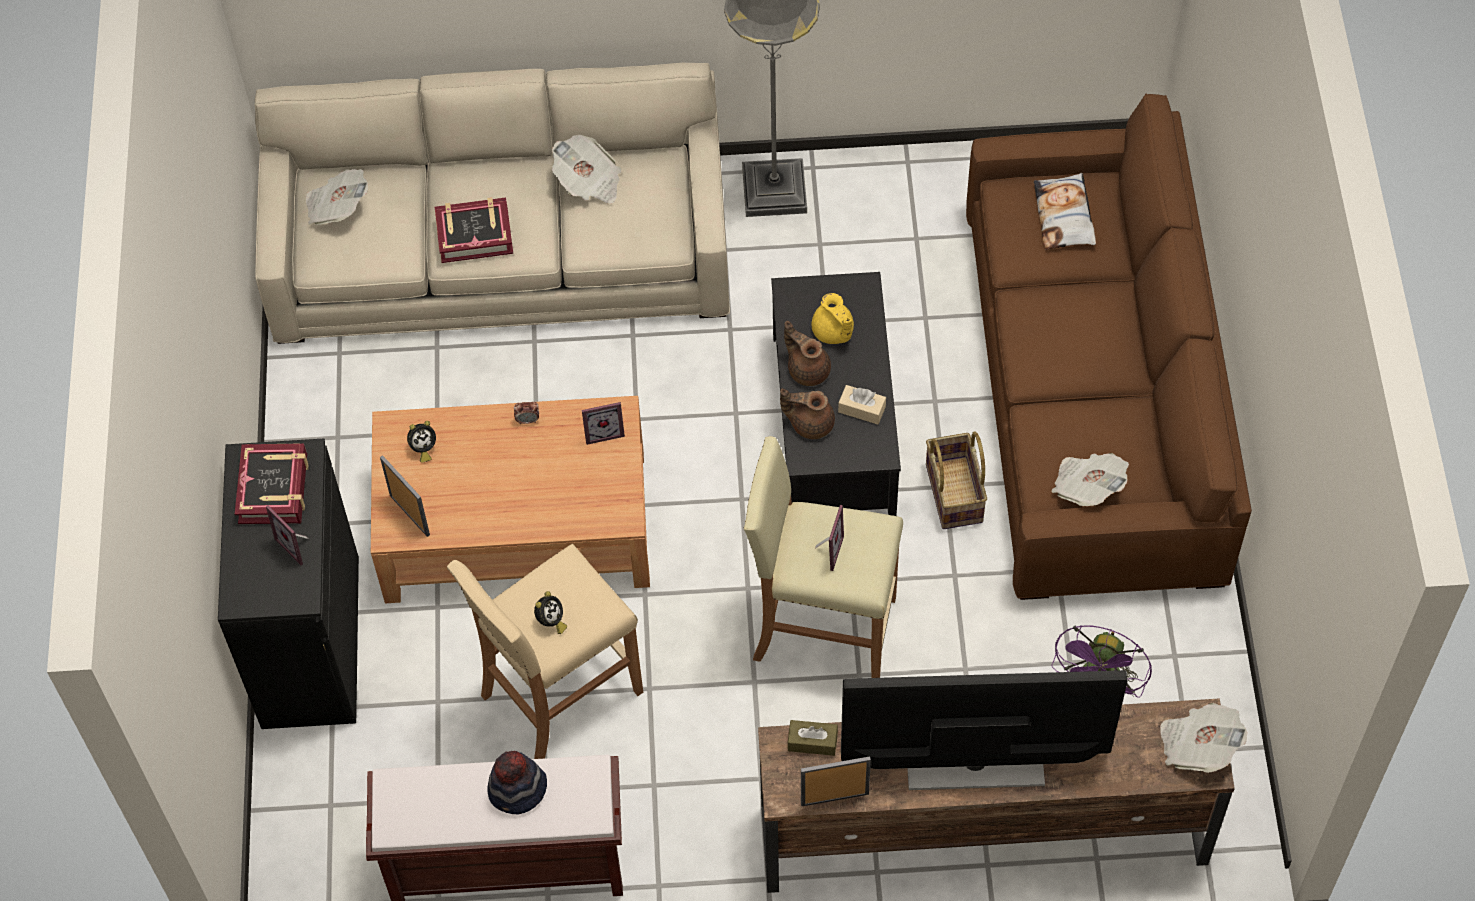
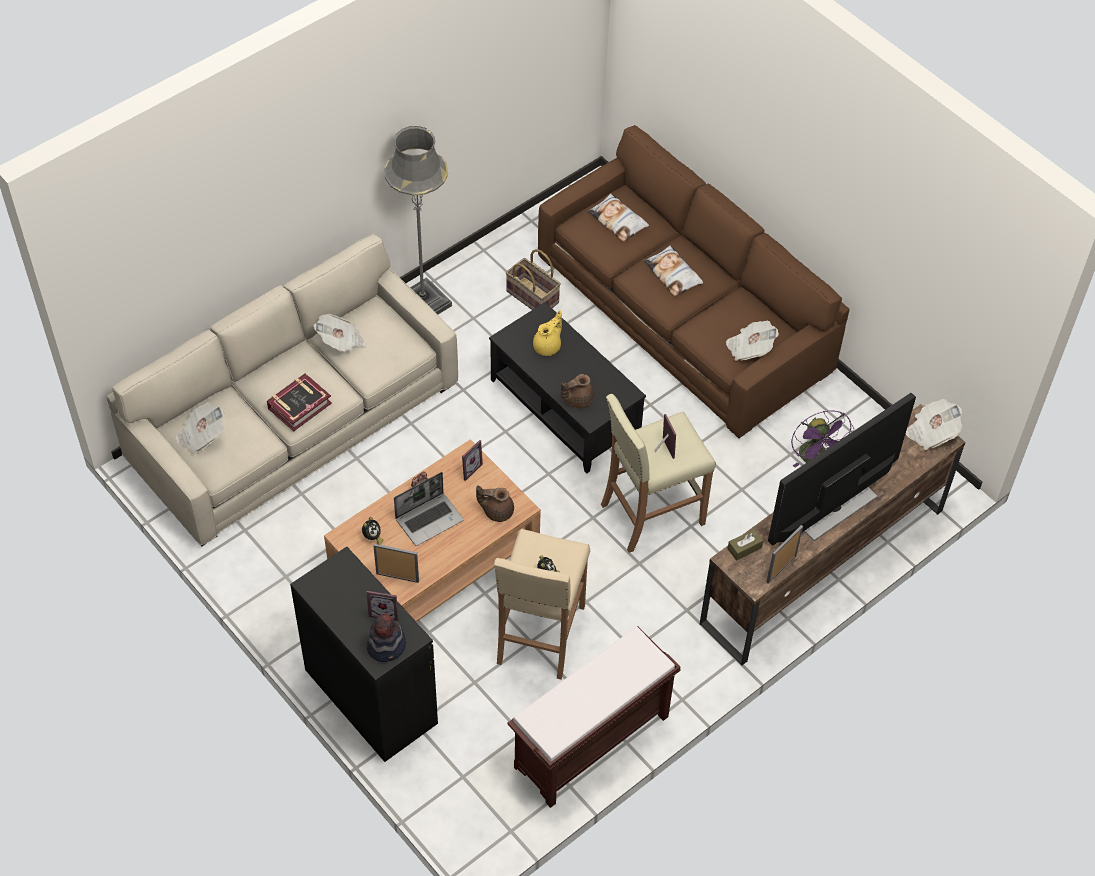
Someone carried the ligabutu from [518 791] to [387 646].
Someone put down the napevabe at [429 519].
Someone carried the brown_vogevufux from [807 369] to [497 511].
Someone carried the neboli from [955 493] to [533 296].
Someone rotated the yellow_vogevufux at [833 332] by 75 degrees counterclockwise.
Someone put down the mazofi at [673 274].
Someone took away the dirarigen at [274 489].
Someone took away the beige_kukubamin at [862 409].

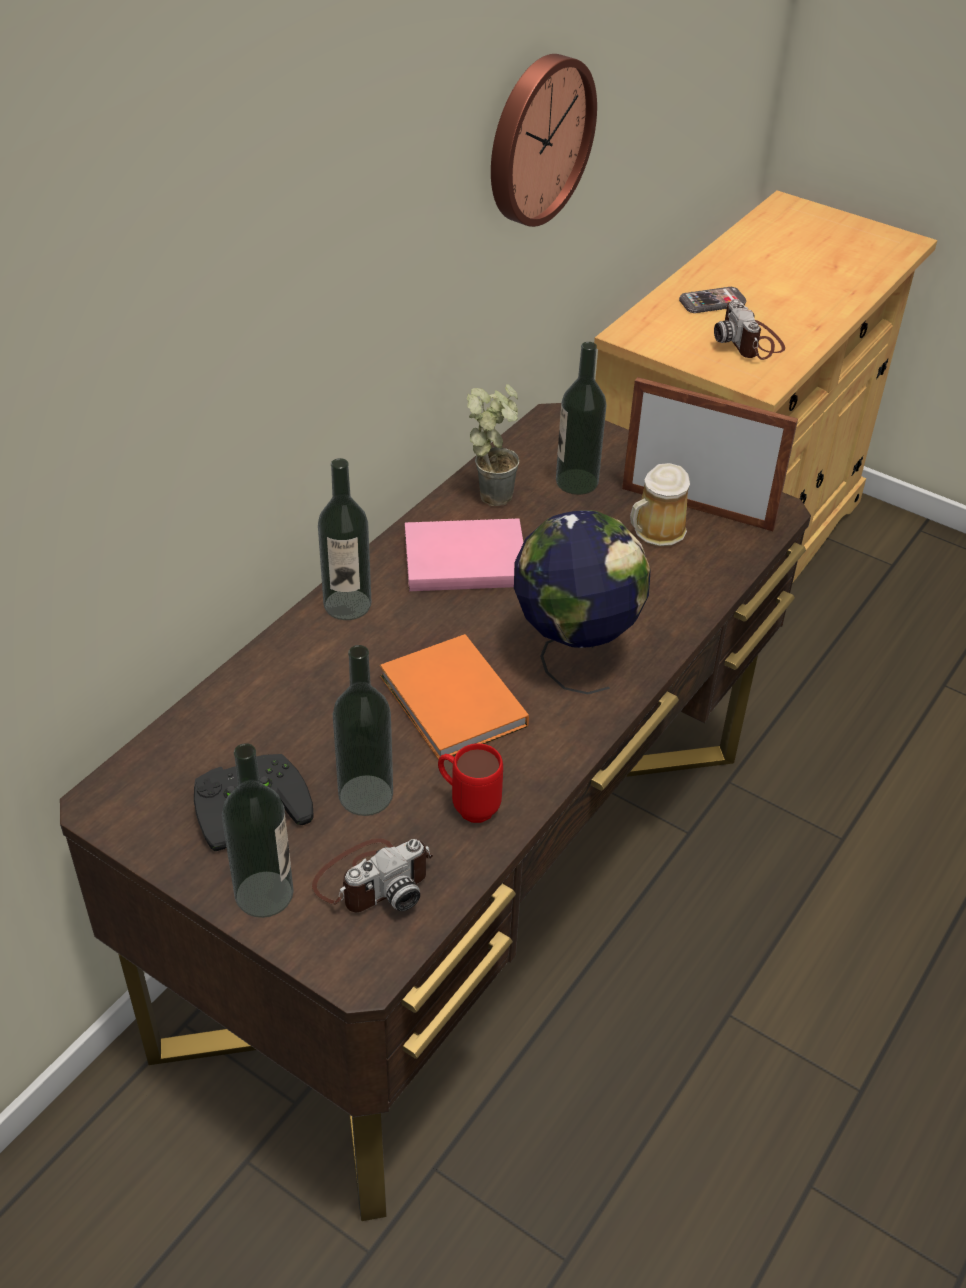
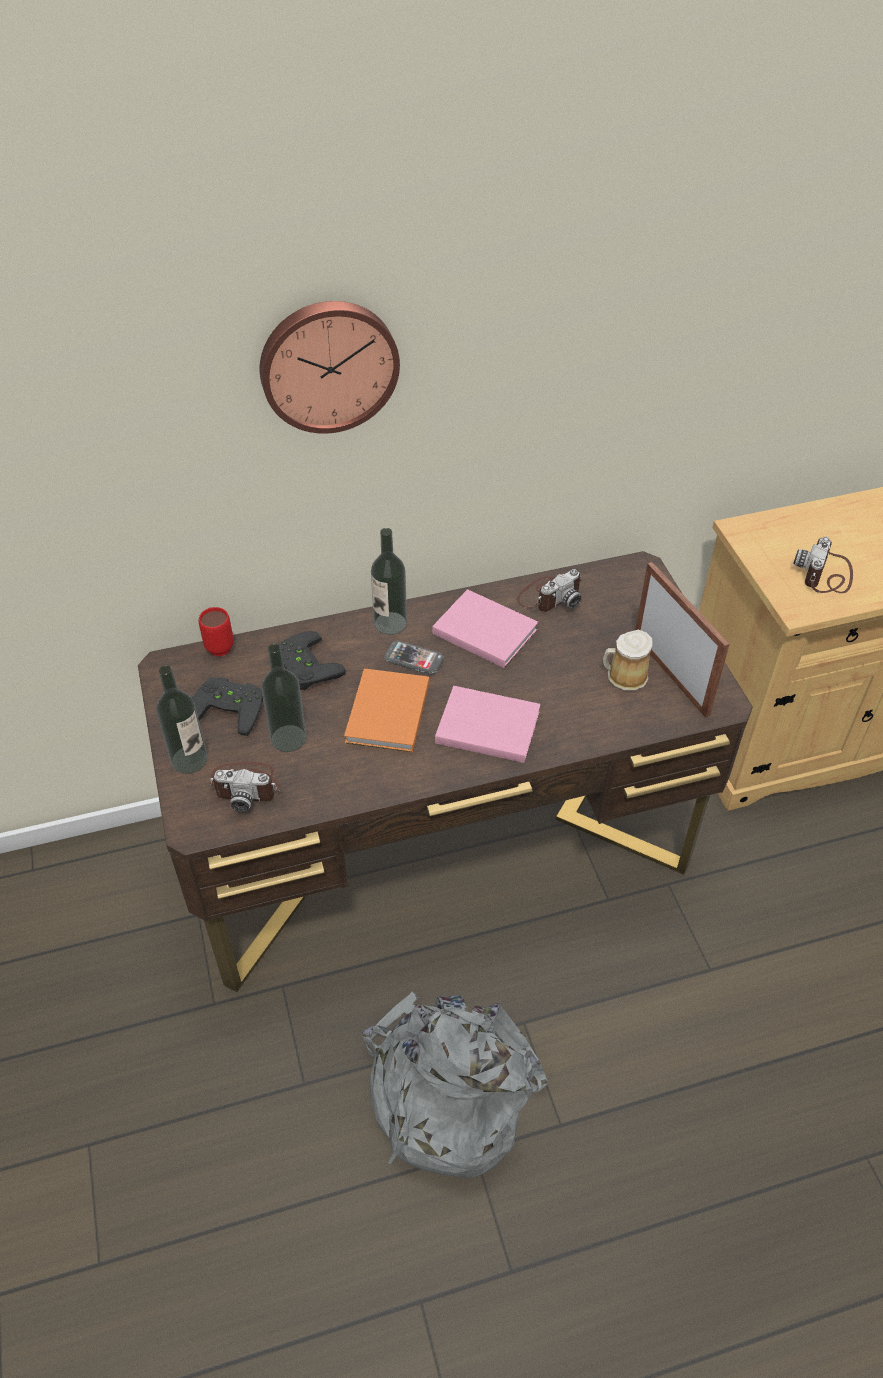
Someone carried the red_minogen from [467 805] to [218 644].
Someone carried the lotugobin from [536 139] to [328 364].
Someone put down the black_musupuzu at [303 667].
Someone put down the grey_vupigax at [446 1093].
Someone carried the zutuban from [712 302] to [414 659].
Someone swapped the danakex at [574 654] for the pink_dirarigen at [485 725].
Someone swapped the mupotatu at [493 491] for the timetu at [549 596].
Someone took away the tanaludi at [577 482].

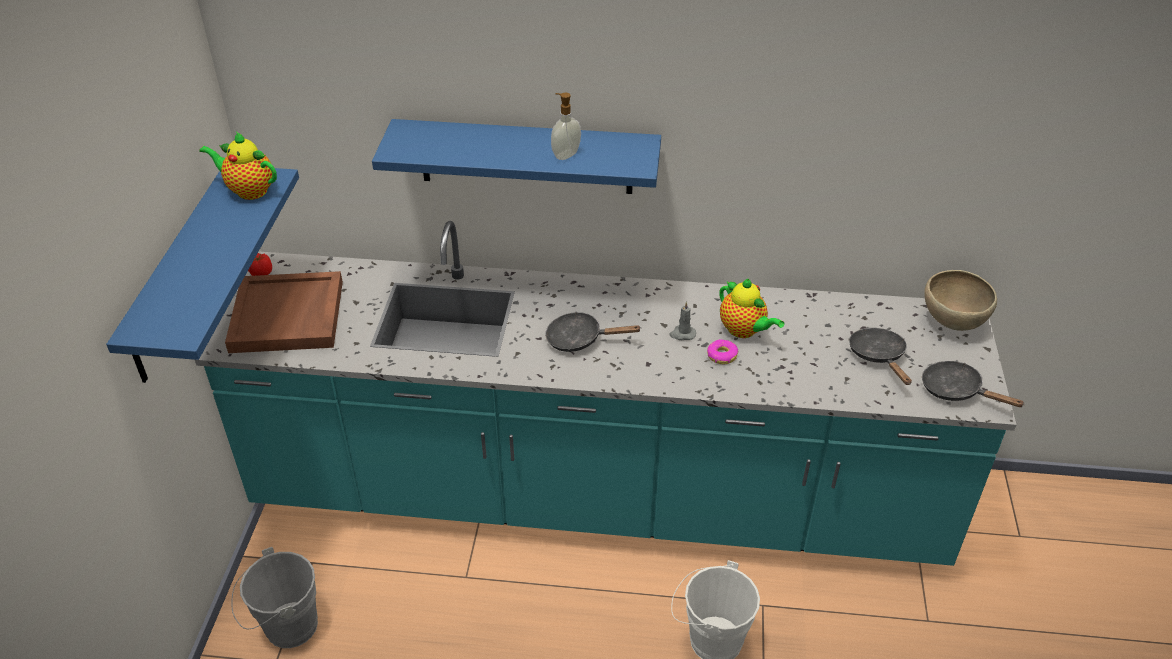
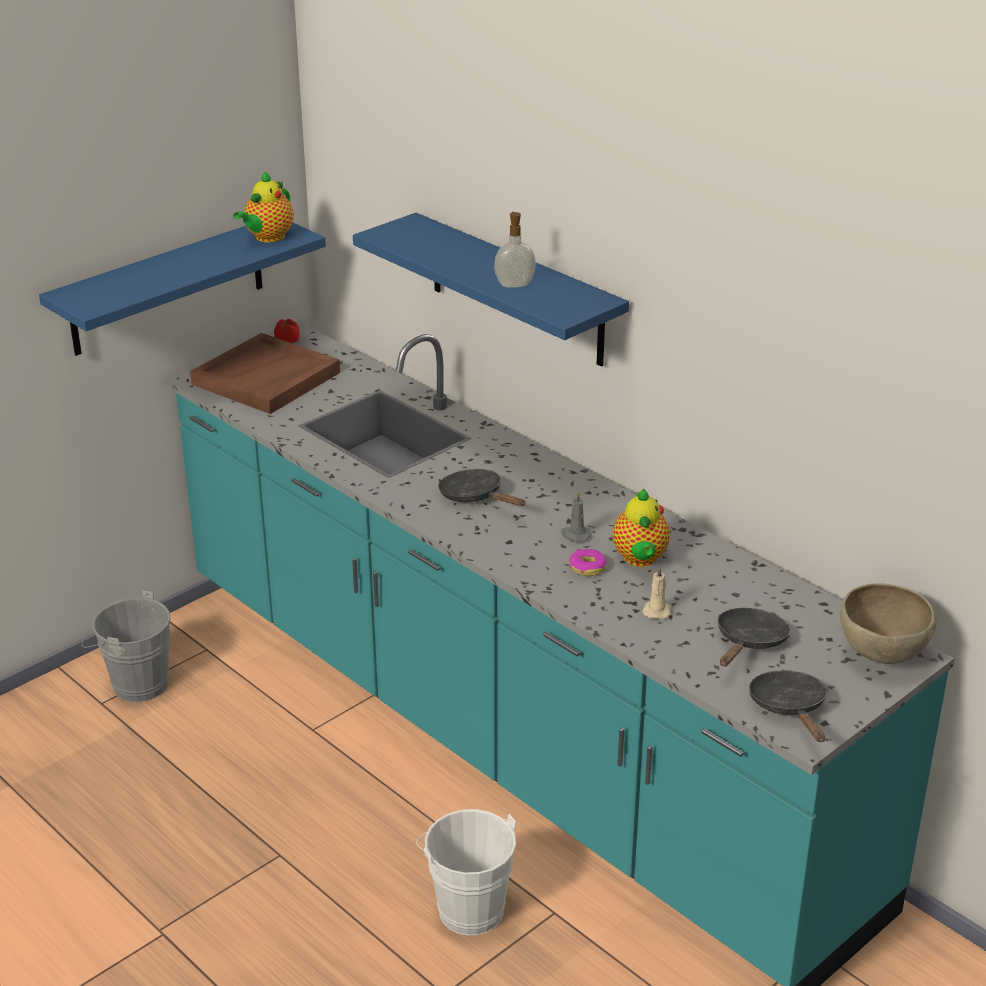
Someone rotated the vogevufux at [248 190] by 120 degrees counterclockwise.
Someone put down the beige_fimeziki at [657 610].

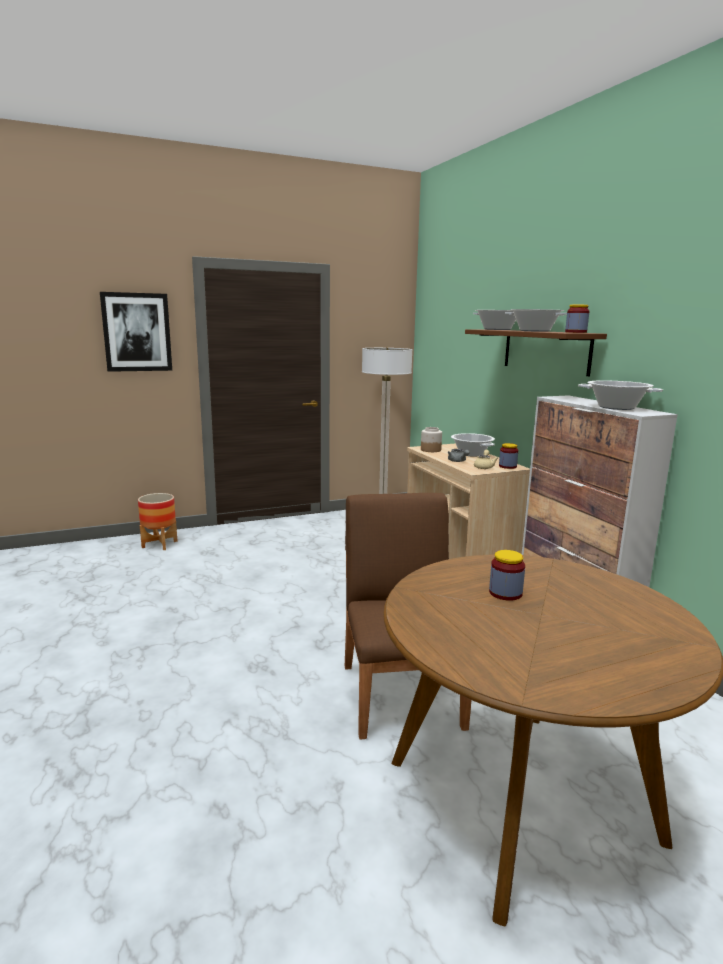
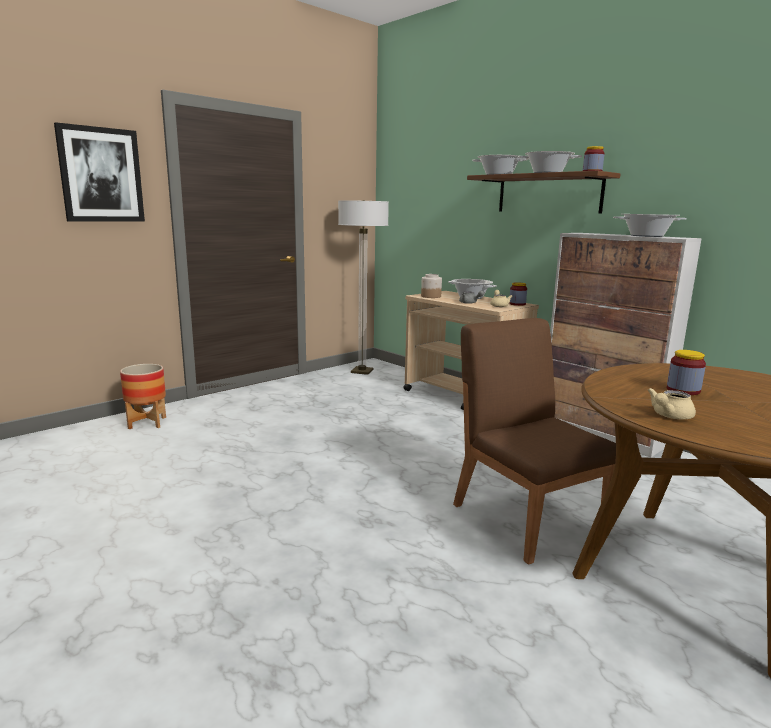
Someone put down the beige_vogevufux at [669 416].

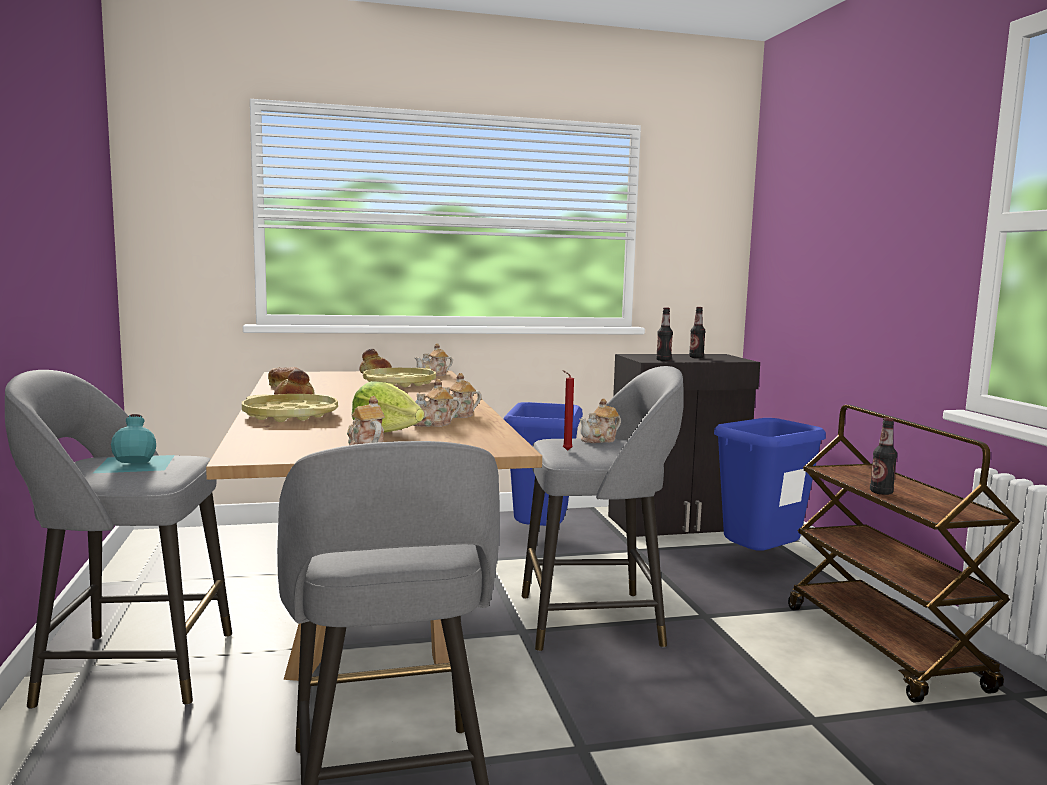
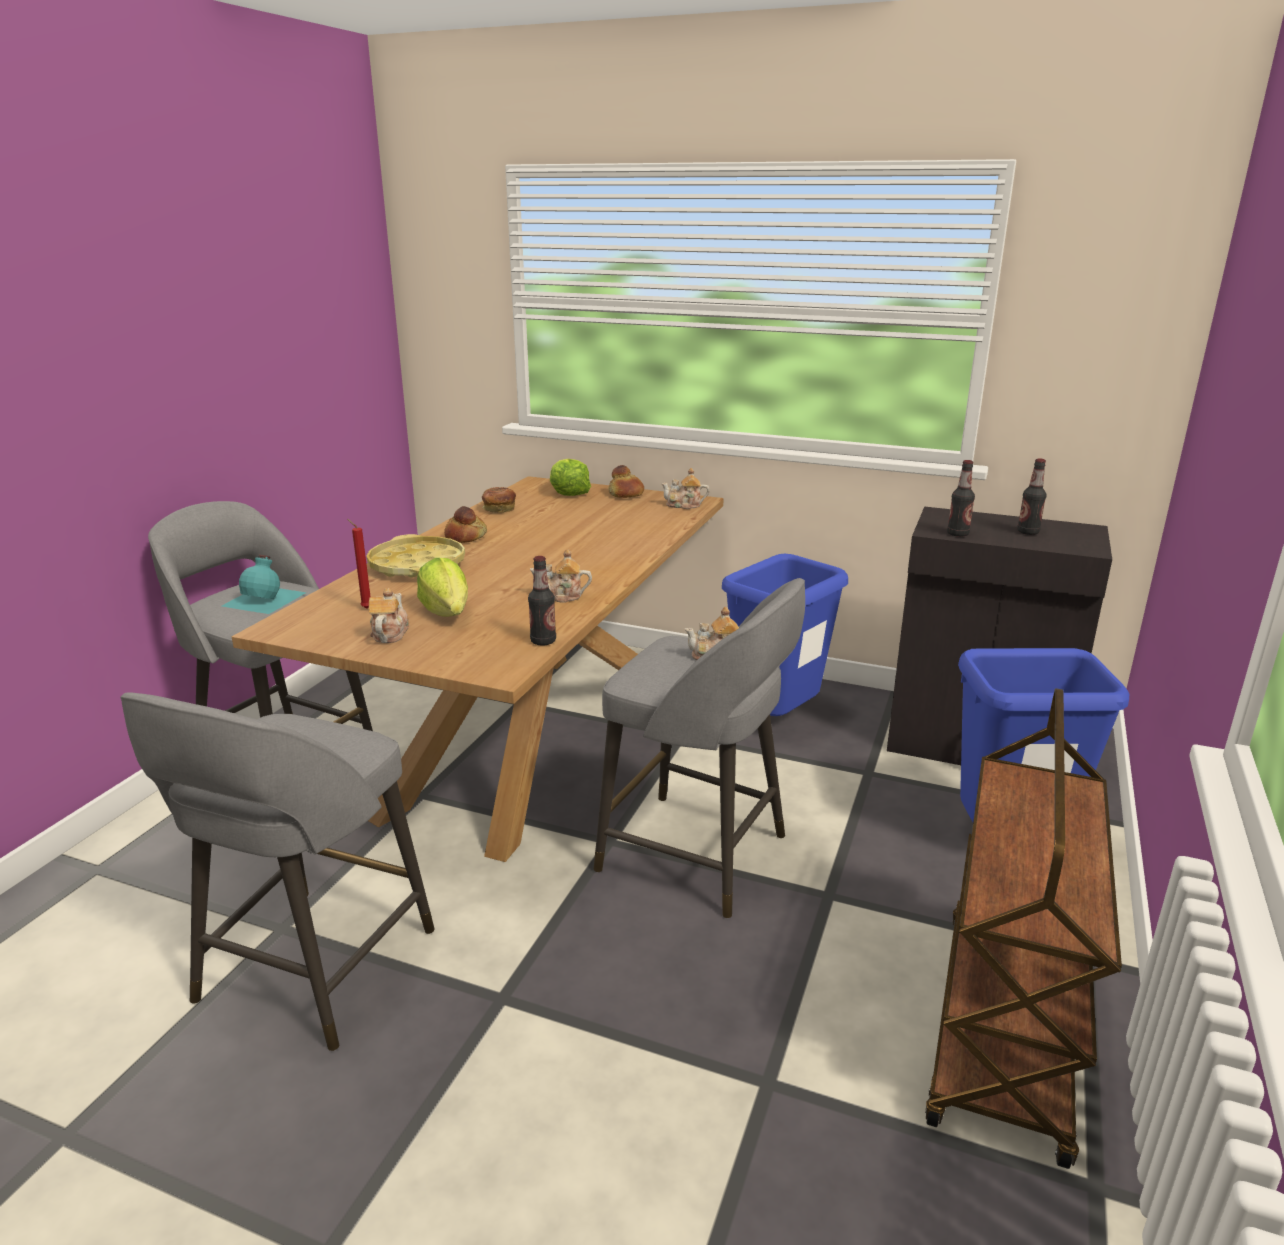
Someone carried the red_fimeziki from [565 450] to [365 608].
Someone carried the tanaludi from [881 492] to [543 641].
Someone put down the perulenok at [568 492].
Someone took away the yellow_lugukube at [400 383].
Someone took away the vogevufux at [432 424].

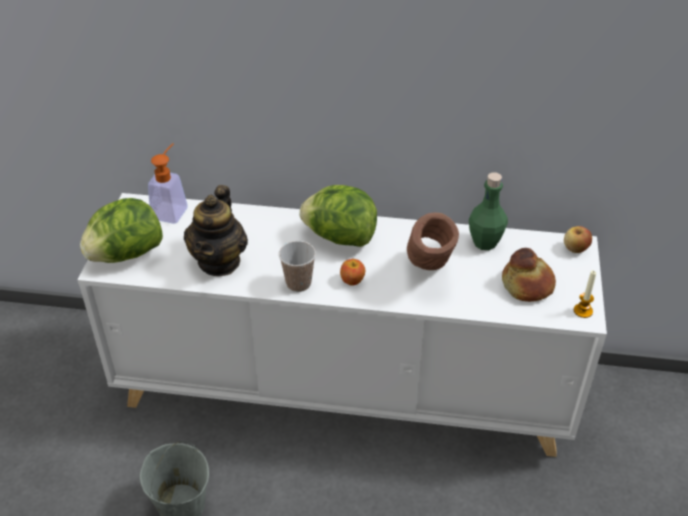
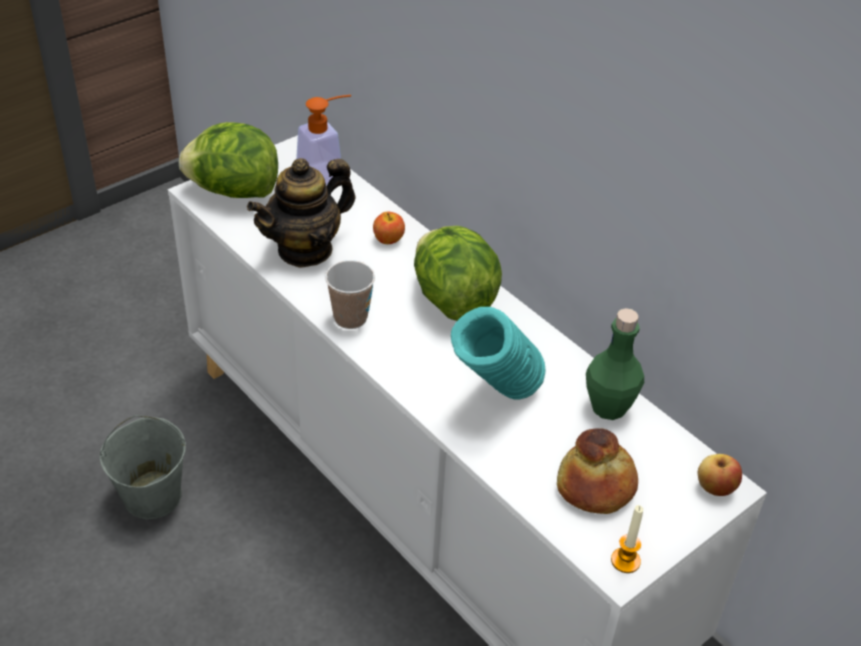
Someone carried the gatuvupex from [352 280] to [388 239].
Someone repainted the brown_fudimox at [428 275], which became the turquoise_fudimox at [495 398].

